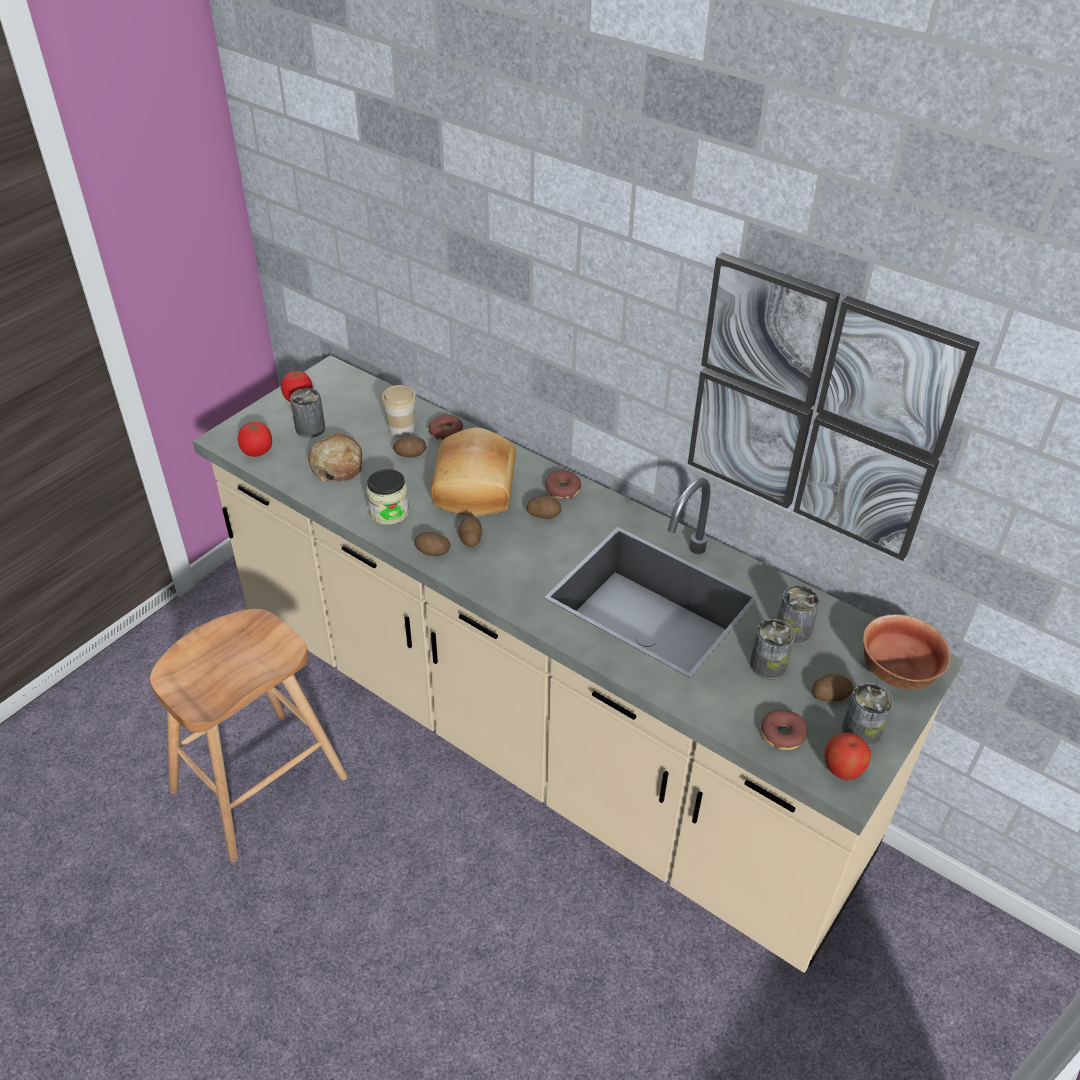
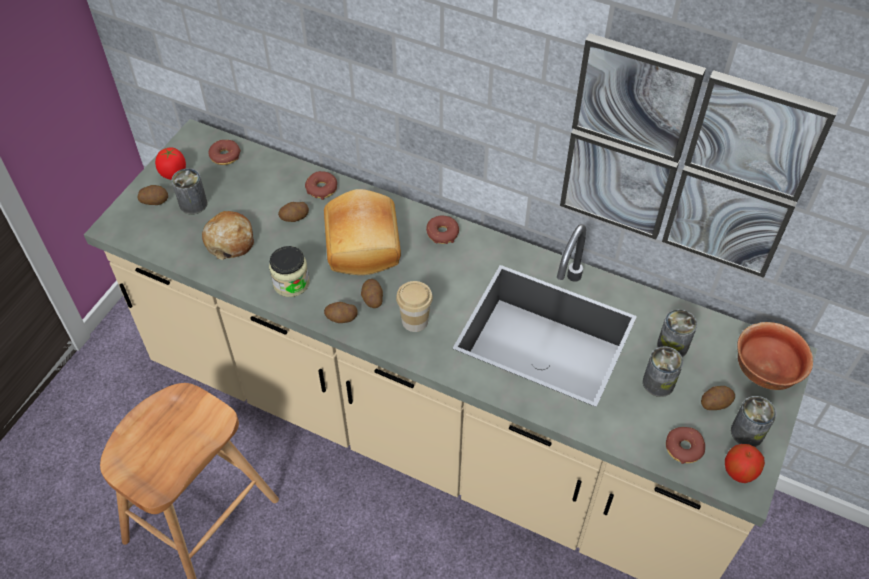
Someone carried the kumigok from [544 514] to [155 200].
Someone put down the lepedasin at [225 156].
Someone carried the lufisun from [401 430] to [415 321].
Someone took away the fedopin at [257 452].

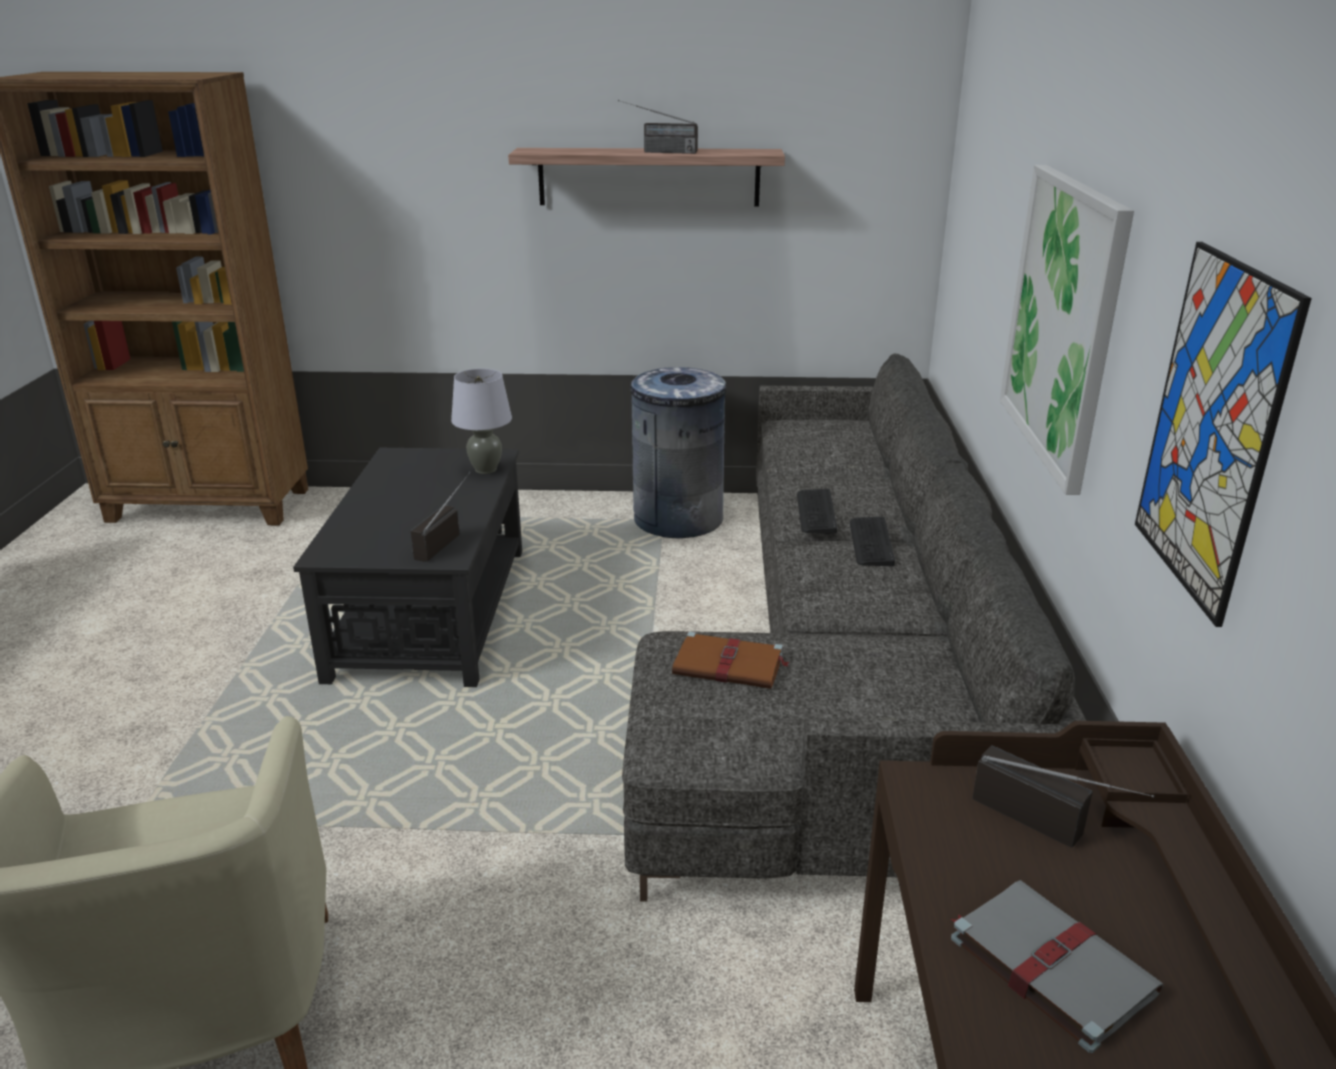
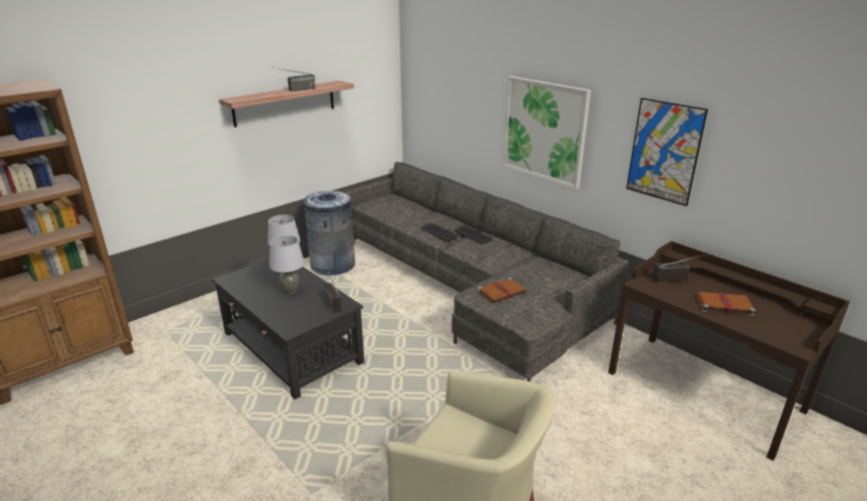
Someone put down the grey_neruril at [290 291].
Someone repainted the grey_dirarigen at [1048 963], which became the brown_dirarigen at [722 305].

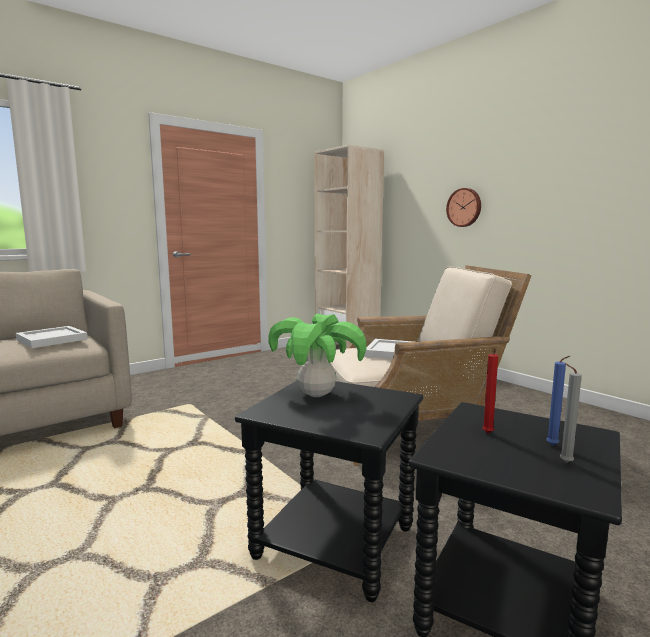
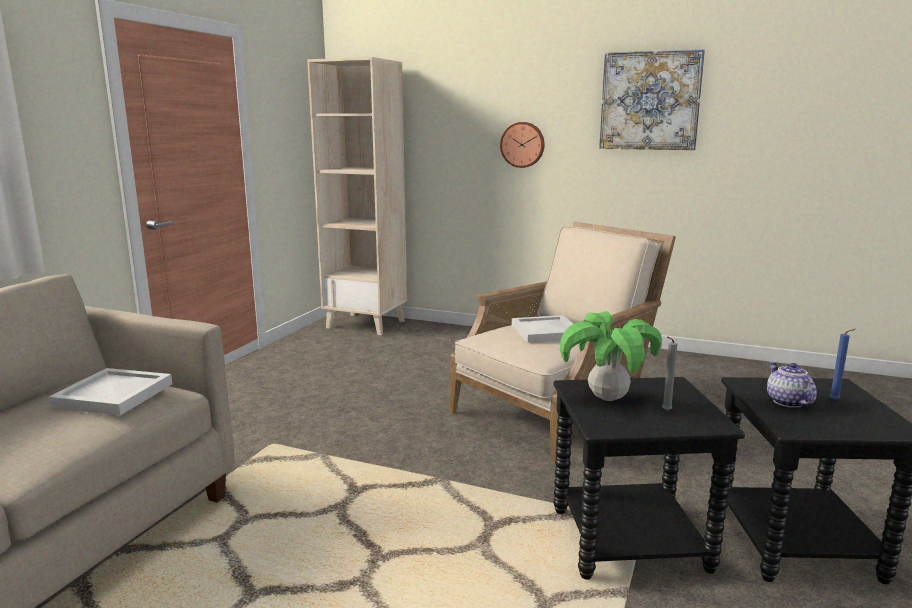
Someone put up the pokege at [650 101].
Someone carried the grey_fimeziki from [563 462] to [665 411].
Someone swapped the red_fimeziki at [487 434] for the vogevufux at [786 402].

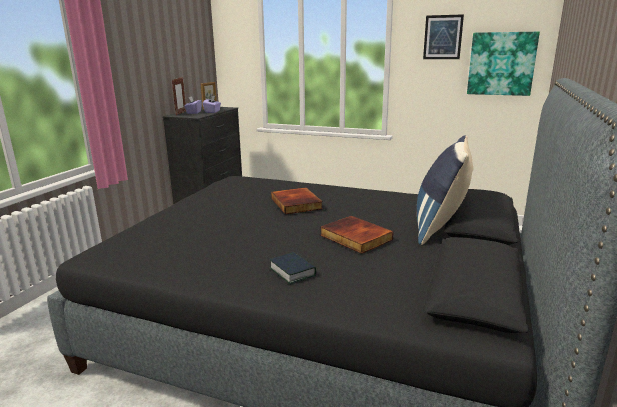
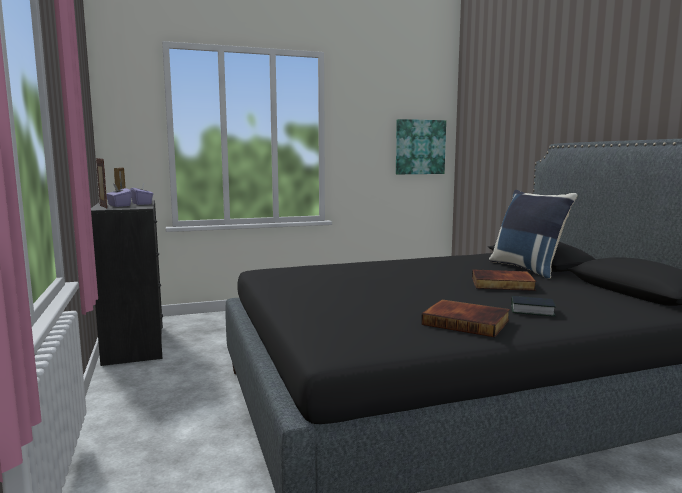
Someone carried the dirarigen from [297 203] to [466 322].
Someone took away the pokege at [442 37].

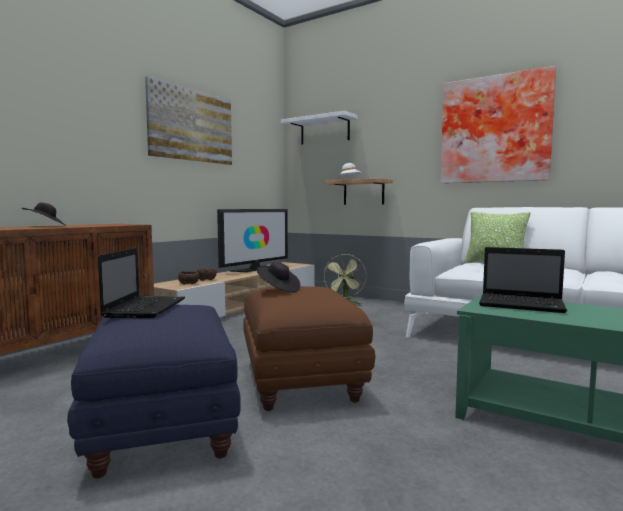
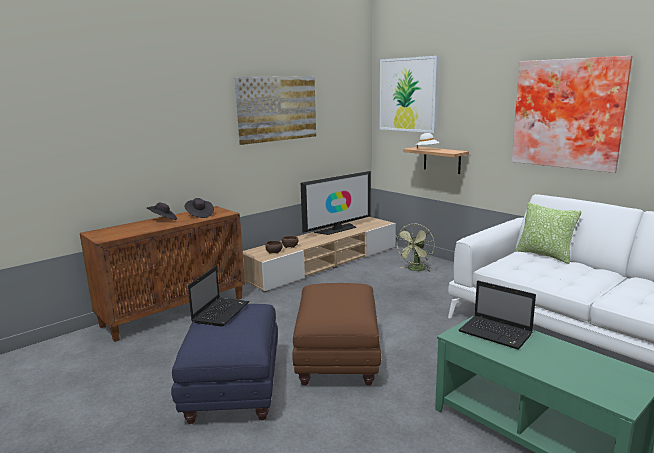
Someone carried the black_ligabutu from [278 290] to [199 215].
Someone swapped the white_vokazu at [324 130] for the pokege at [408 95].

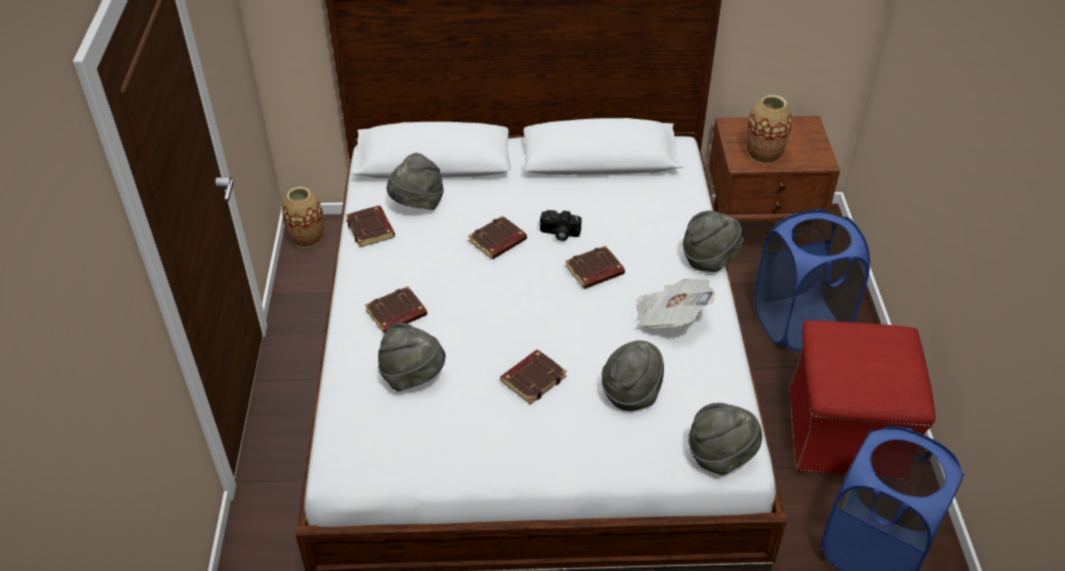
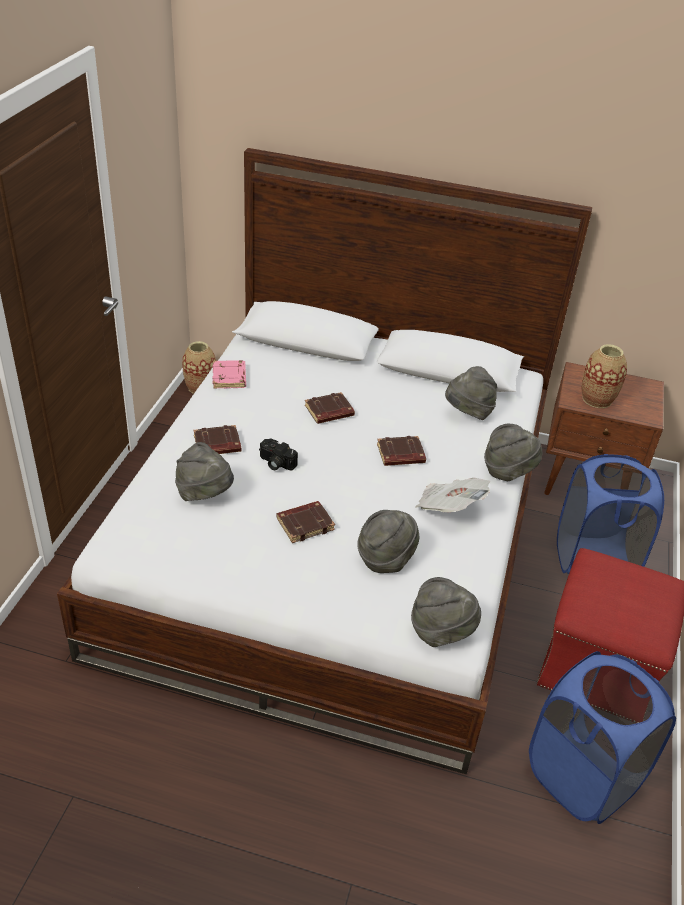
Someone repainted the brown_dirarigen at [371 229], which became the pink_dirarigen at [230 378].
Someone carried the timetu from [559 233] to [275 463].
Someone carried the grey_ligabutu from [417 204] to [468 413].

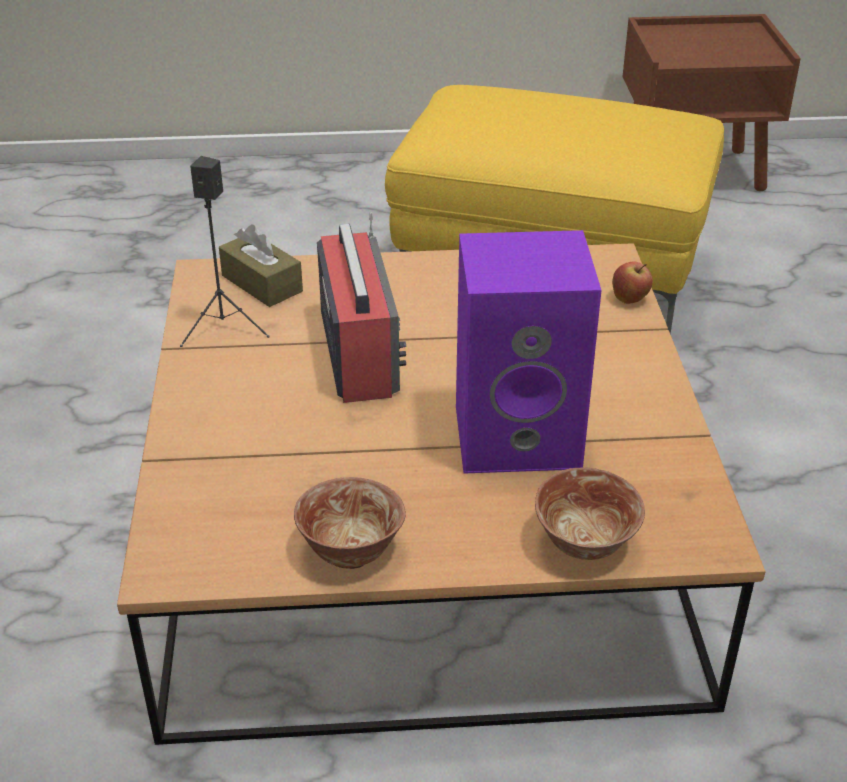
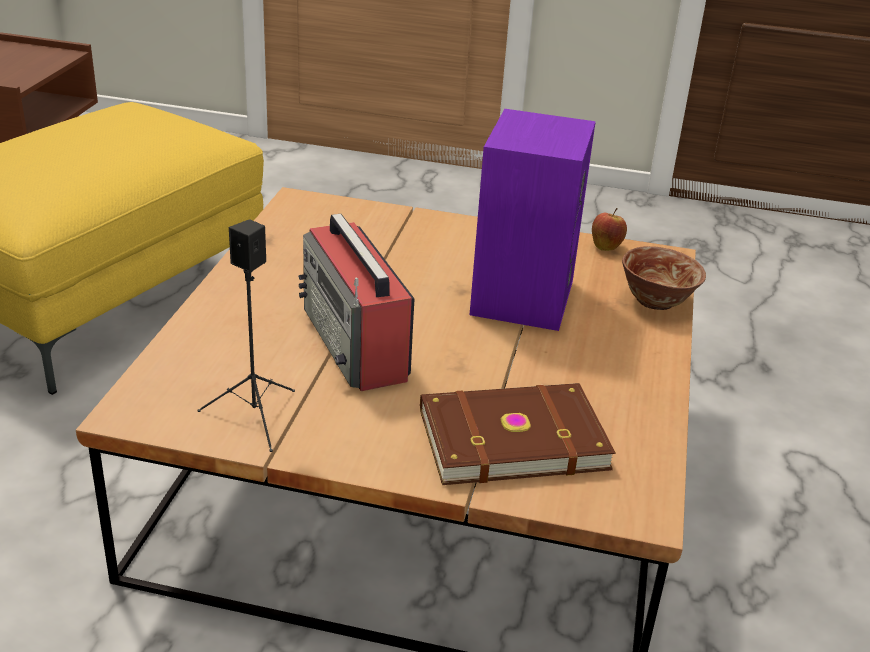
Someone rotated the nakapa at [358 351] by 120 degrees counterclockwise.
Someone put down the brown_dirarigen at [510 437].
Someone carried the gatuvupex from [630 299] to [606 246].
Someone took away the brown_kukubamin at [262 283].
Someone took away the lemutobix at [350 551].

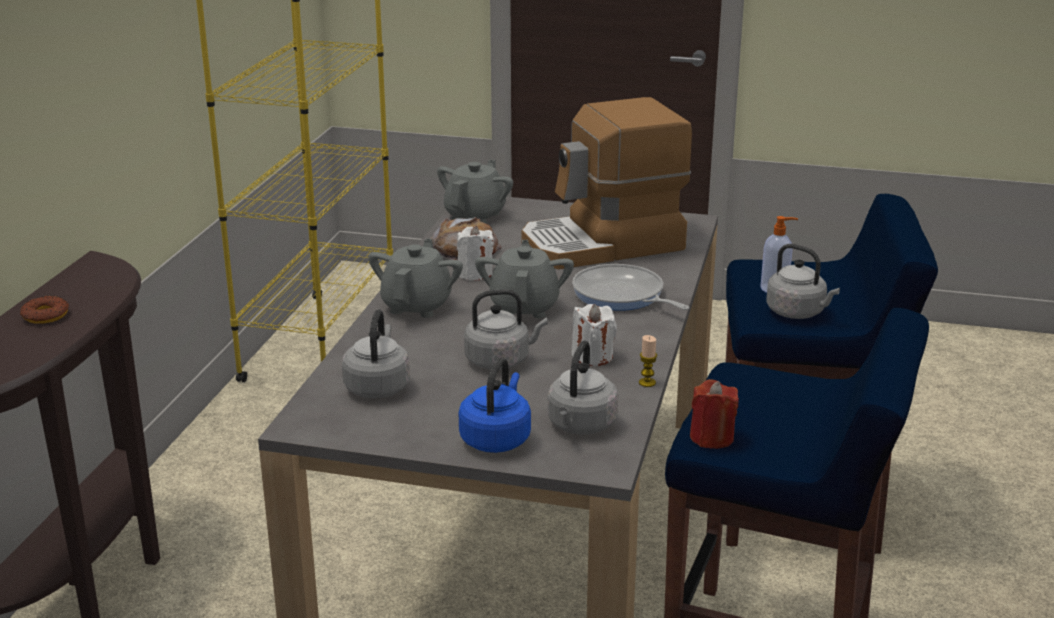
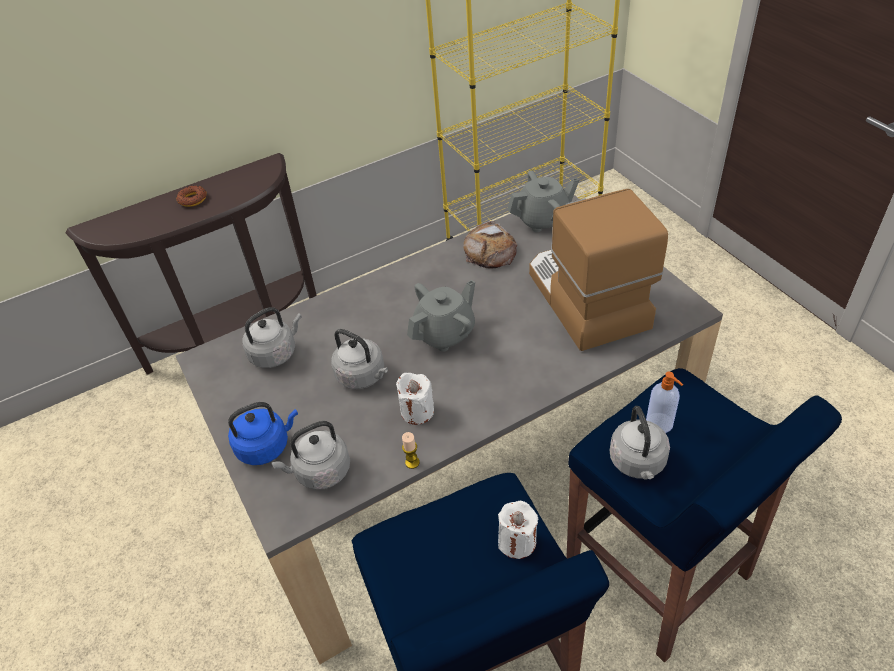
Someone carried the white_fimeziki from [475 273] to [517 541].
Someone rotated the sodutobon at [603 245] by 45 degrees clockwise.
Someone took away the grey_vogevufux at [417 306].
Someone took away the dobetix at [621 296].
Someone took away the red_fimeziki at [711 438].

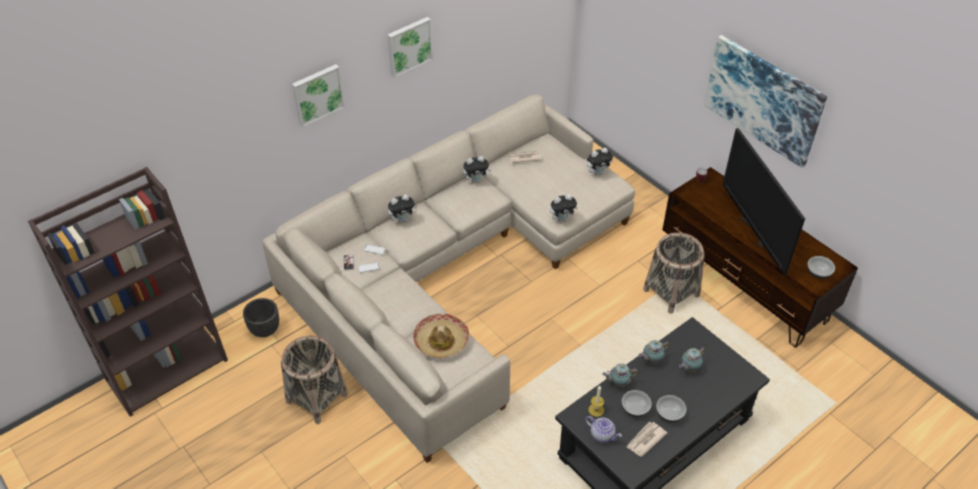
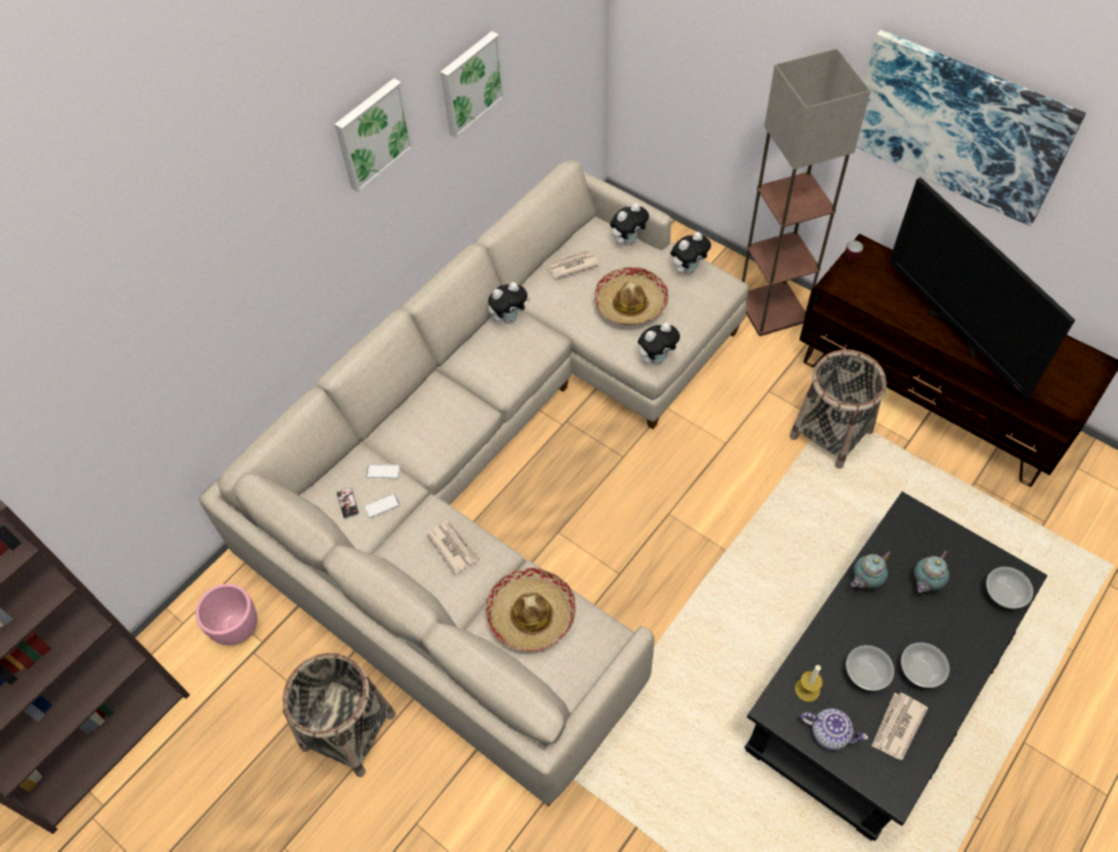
Someone repainted the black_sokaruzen at [265 330], which became the pink_sokaruzen at [237 628].
Someone put down the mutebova at [453 547].
Someone carried the pokege from [317 94] to [470 83].
Someone put down the ligabutu at [630 303].
Someone carried the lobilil from [402 220] to [628 240].
Someone put down the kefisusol at [771 308].
Someone carried the lemutobix from [818 273] to [1003 595].
Someone took away the vogevufux at [618 383].

